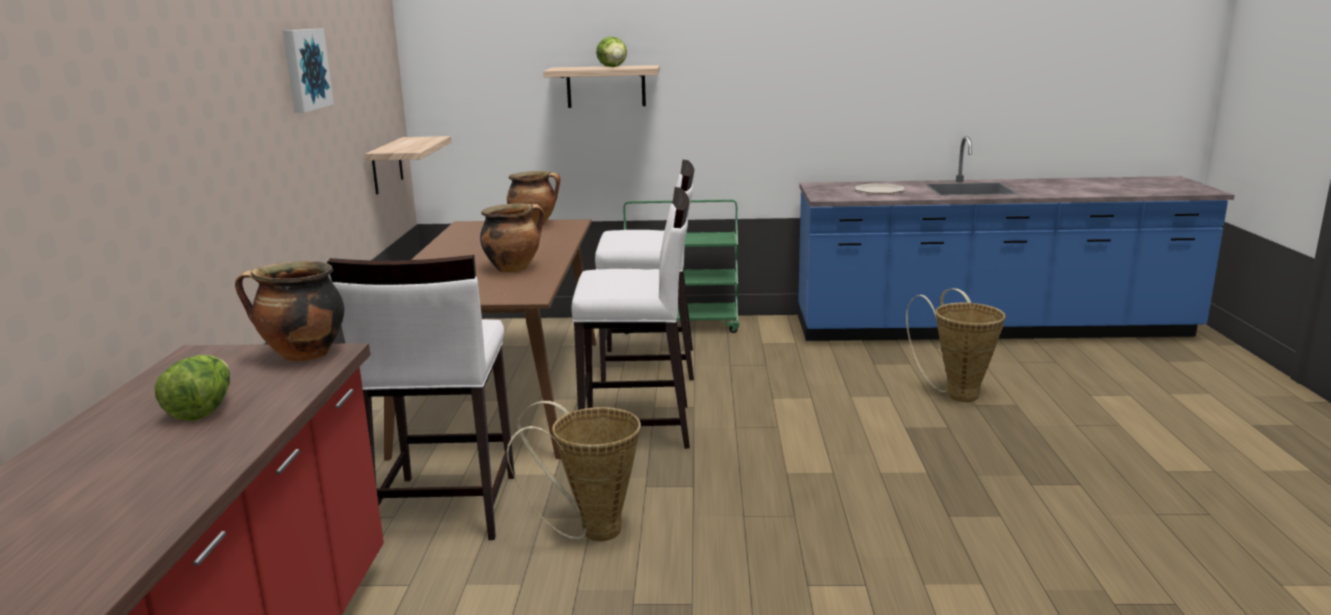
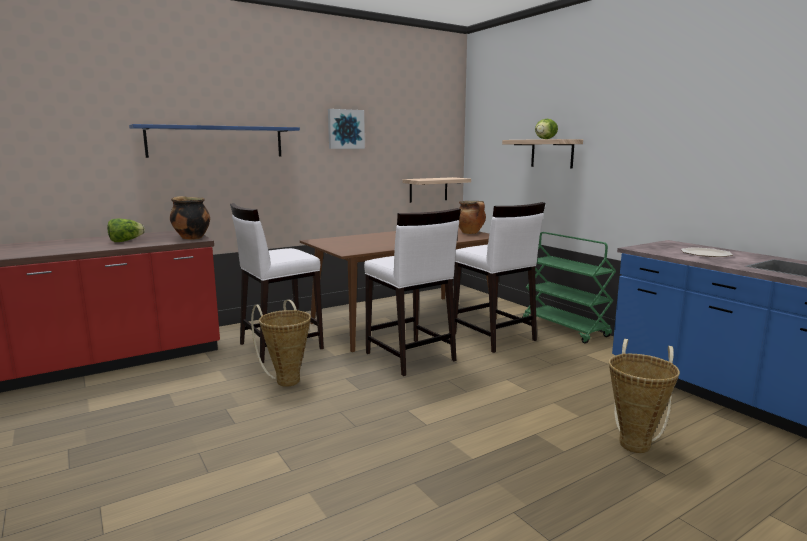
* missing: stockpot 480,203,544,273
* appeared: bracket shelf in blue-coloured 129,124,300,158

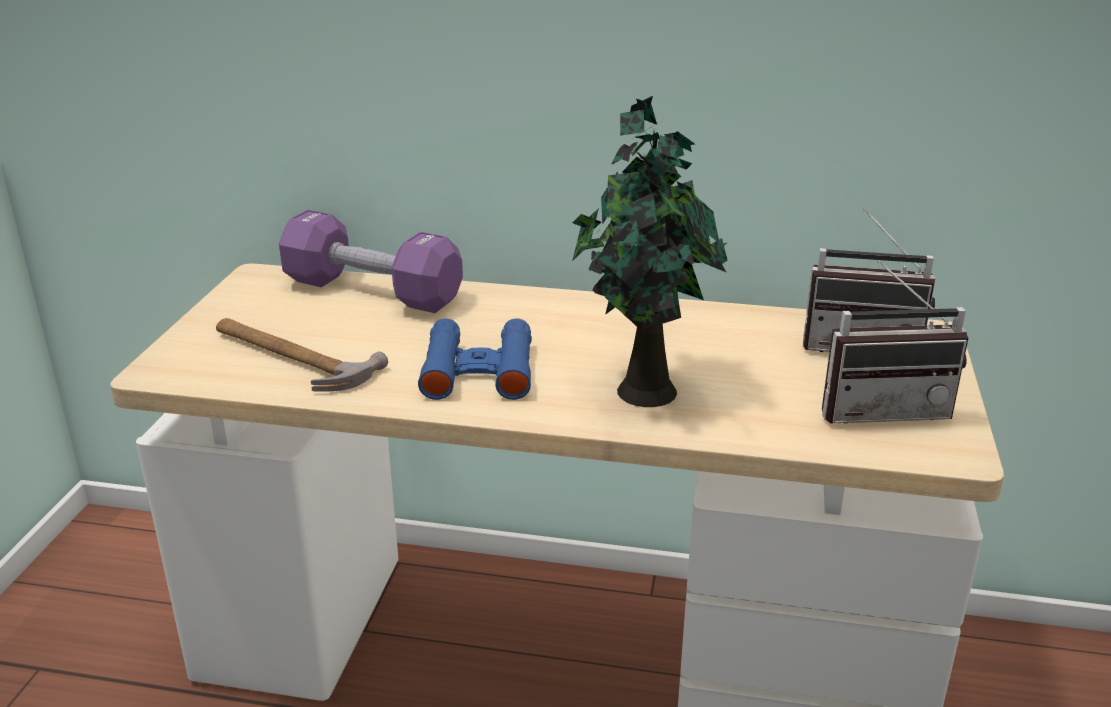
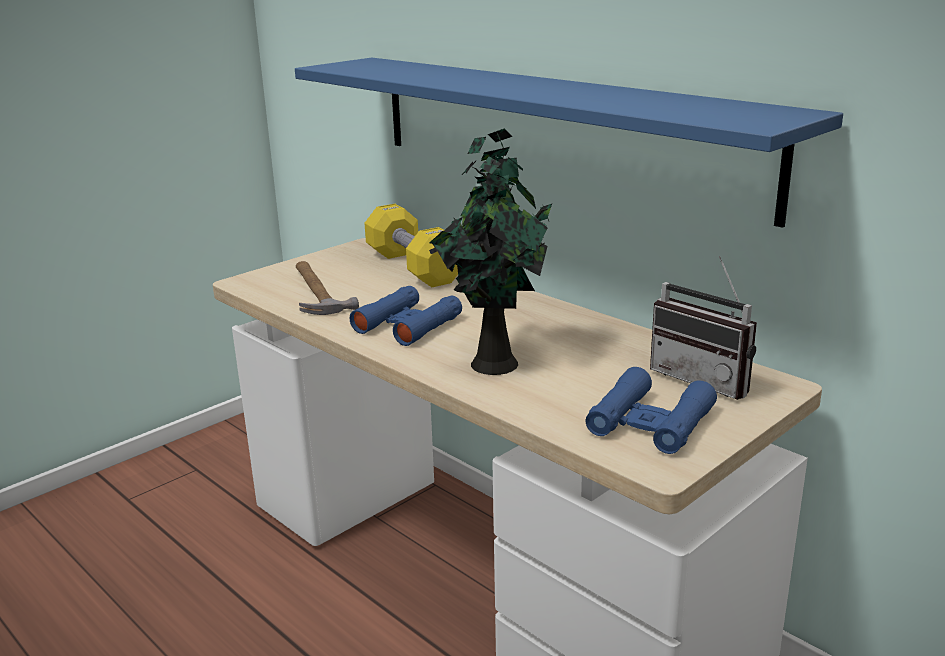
* colour: hand weight in purple 279,210,463,313 to hand weight in yellow 364,204,458,287
* exchanged: radio 822,260,968,424 to pair of binoculars in blue-coloured 586,367,717,454
* appeared: bracket shelf in blue-coloured 295,58,843,228

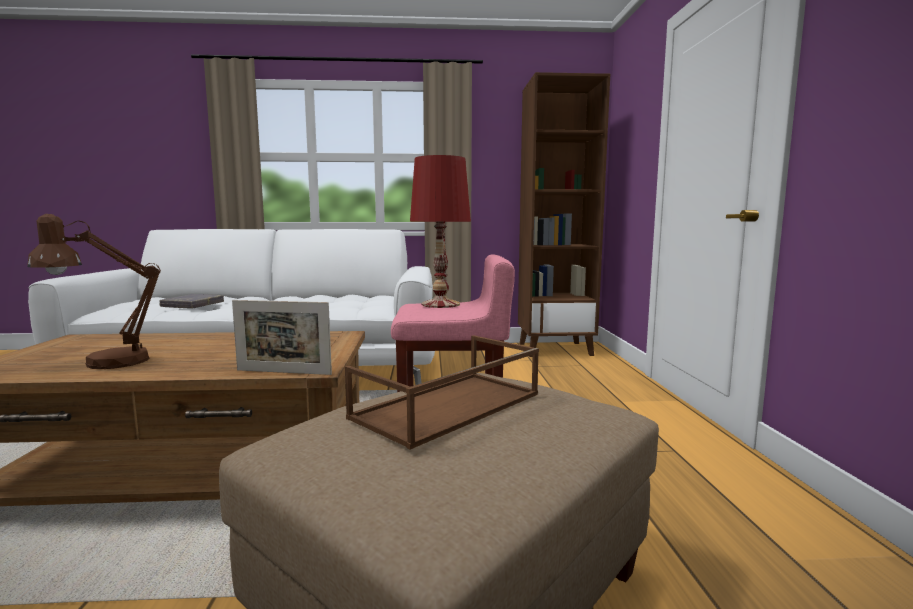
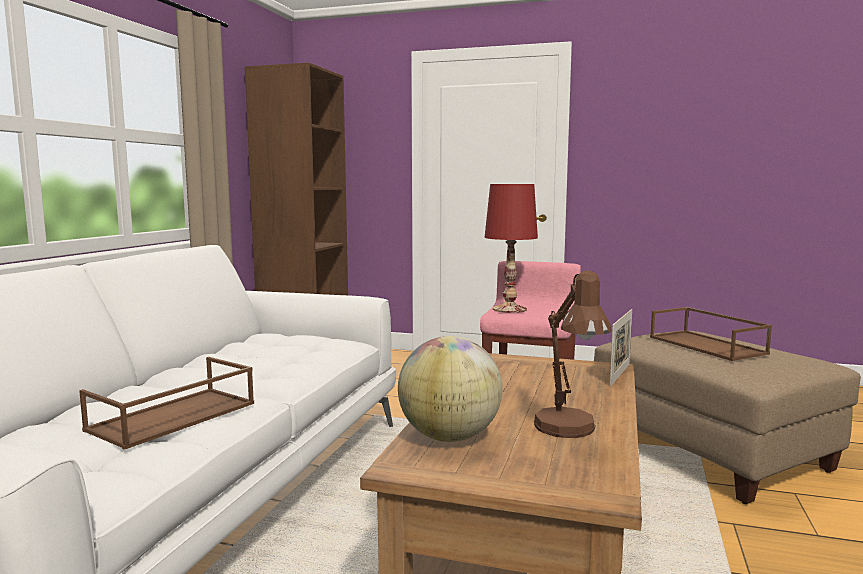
* exchanged: bound book in gray 159,294,224,308 to serving tray in brownish 79,357,254,450
* appeared: world globe 398,336,502,442

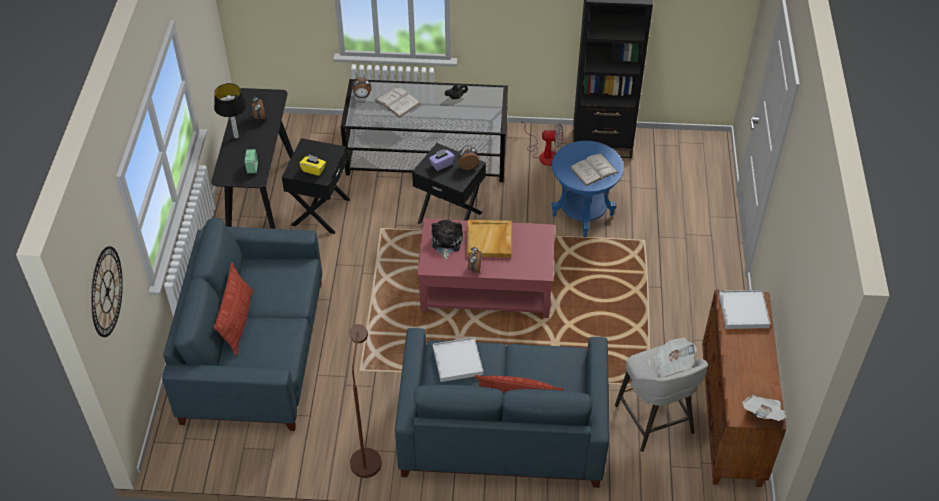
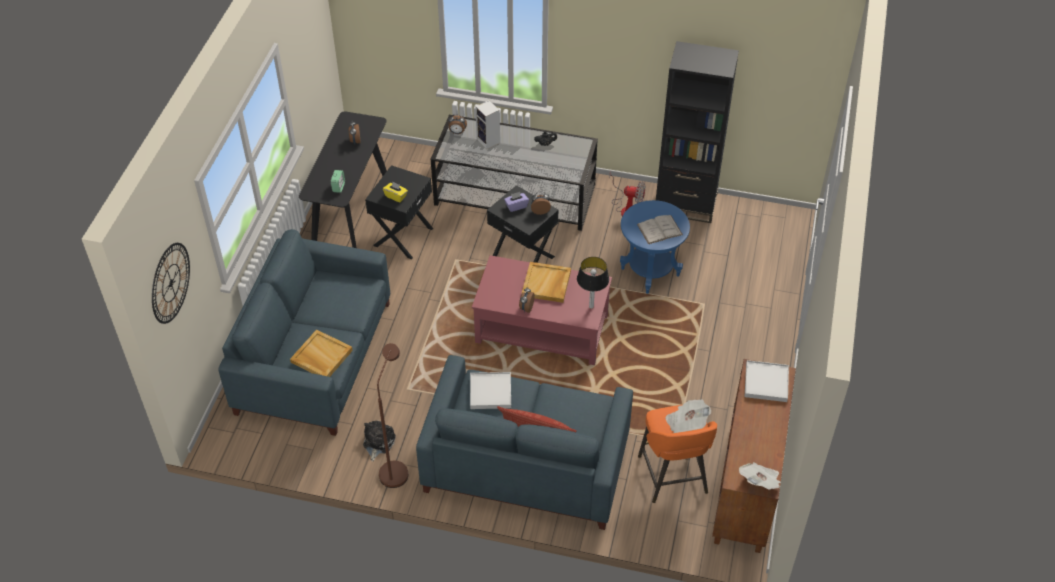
* relocated: tabletop lamp 214,83,247,139 to 577,257,609,309
* exchanged: bound book in whitish 375,86,421,117 to loudspeaker 475,100,500,149
* relocated: cuddly toy 431,220,463,260 to 363,420,396,461
* missing: pillow 214,263,253,356
* colour: sitting stool in gray 615,345,708,452 to sitting stool in orange-coloured 638,405,717,503
* appeared: serving tray in beige-coloured 290,329,353,377

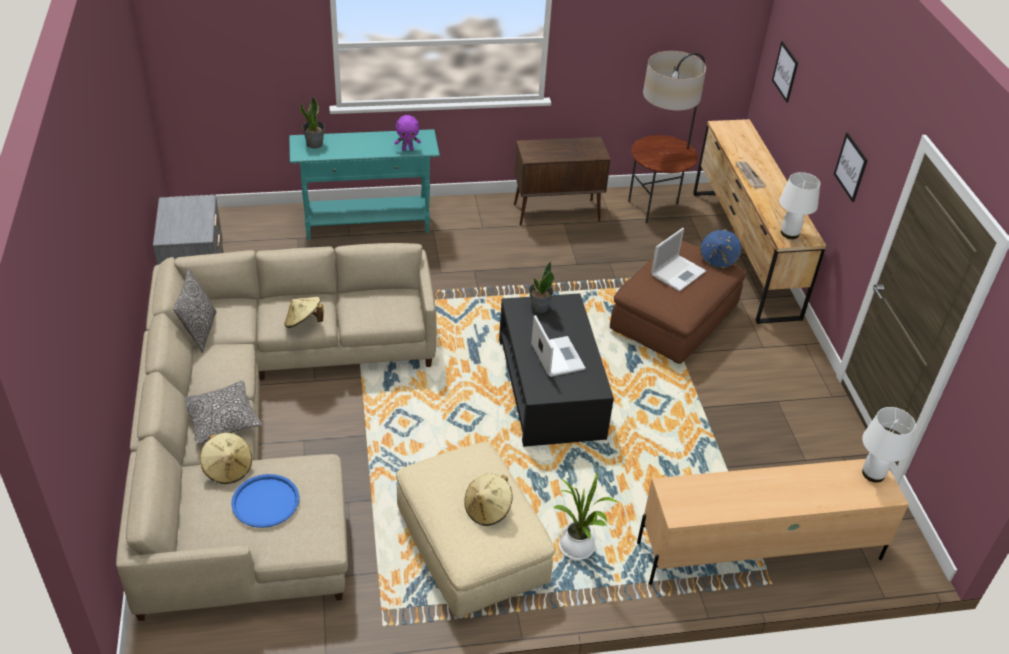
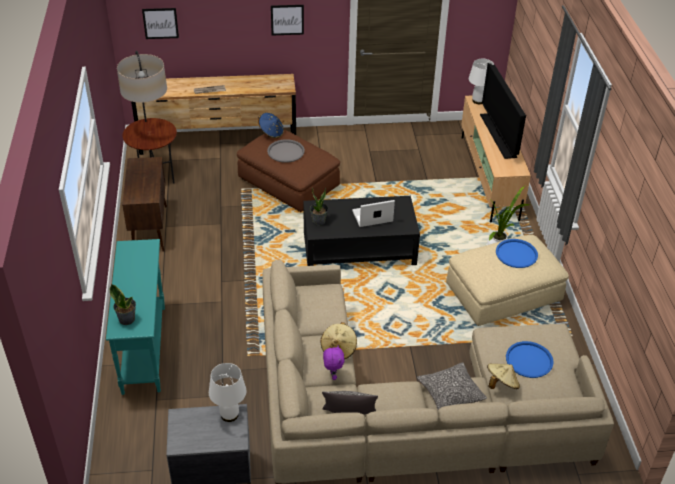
* relocated: cuddly toy in purple 395,115,421,151 to 323,345,345,380
* relocated: tabletop lamp in whitish 779,172,820,239 to 209,363,247,422
* exchanged: laptop 651,228,706,292 to serving tray in gray 267,139,305,163
* exchanged: hat in beige-coloured 465,473,513,526 to serving tray in blue-coloured 496,239,538,268
* appeared: TV 480,63,526,159

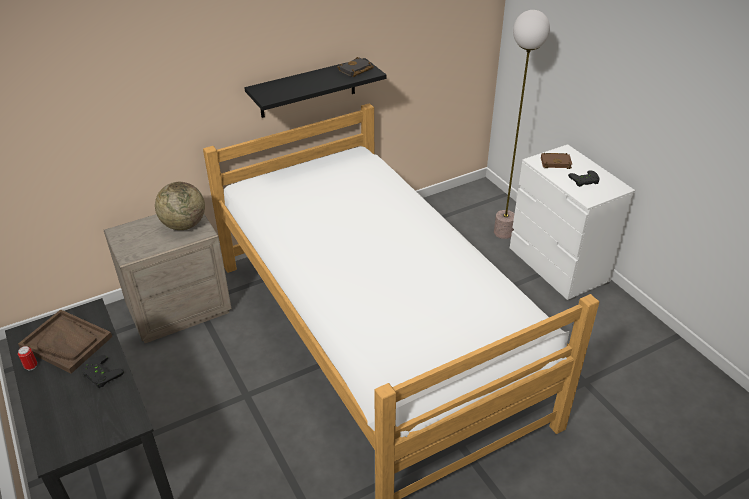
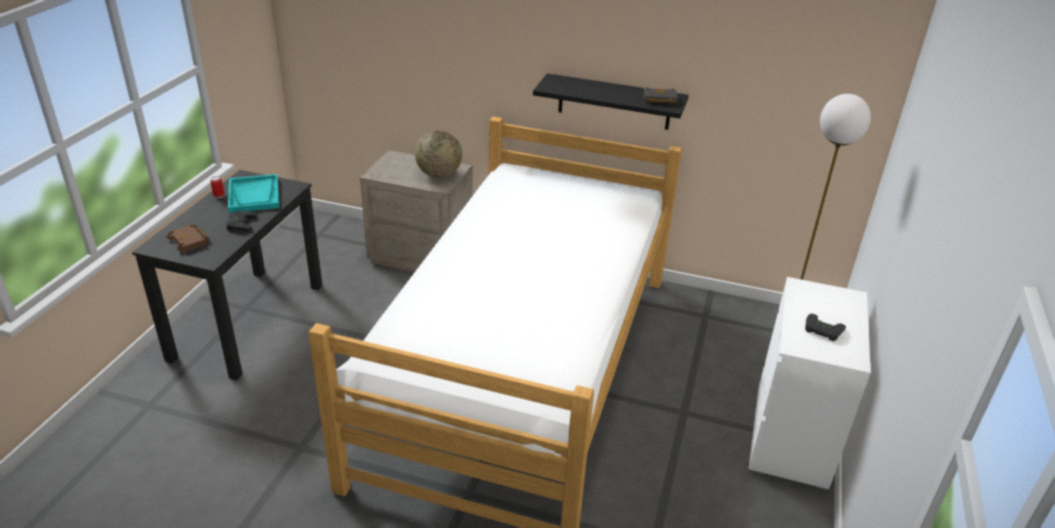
* relocated: bound book in brownish 541,153,572,169 to 166,224,210,252
* colour: serving tray in brownish 18,309,112,374 to serving tray in blue-green 228,174,279,213

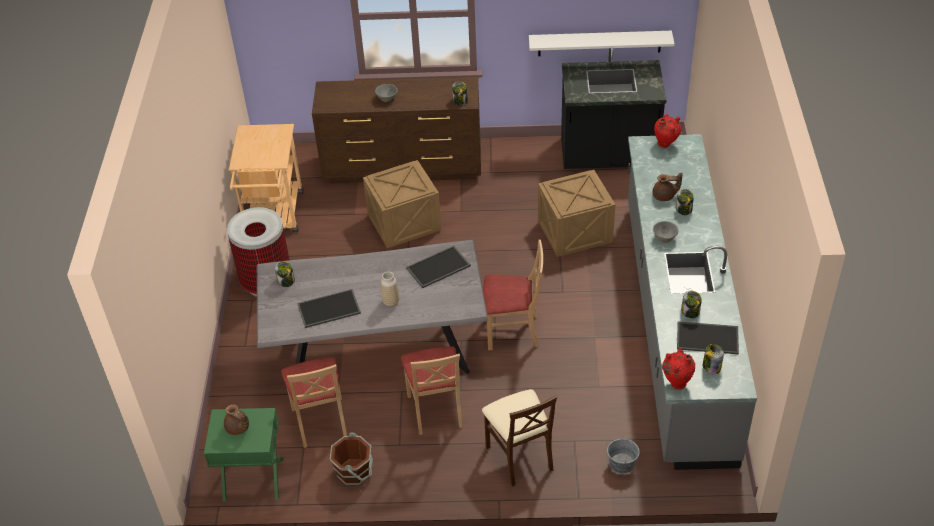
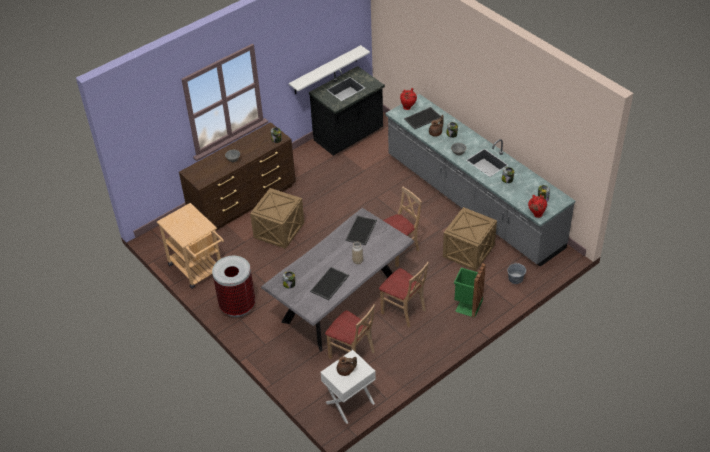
* relocated: packing crate 538,170,616,257 to 443,207,497,271
* relocated: serving tray 677,321,739,354 to 404,107,441,129
* exchanged: chair in beige-coloured 482,389,557,487 to waste bin in green-coloured 454,263,486,318
* colour: nightstand in green-coloured 204,408,284,501 to nightstand in whitish 320,350,376,424
* missing: water bucket in brownish 330,432,373,485

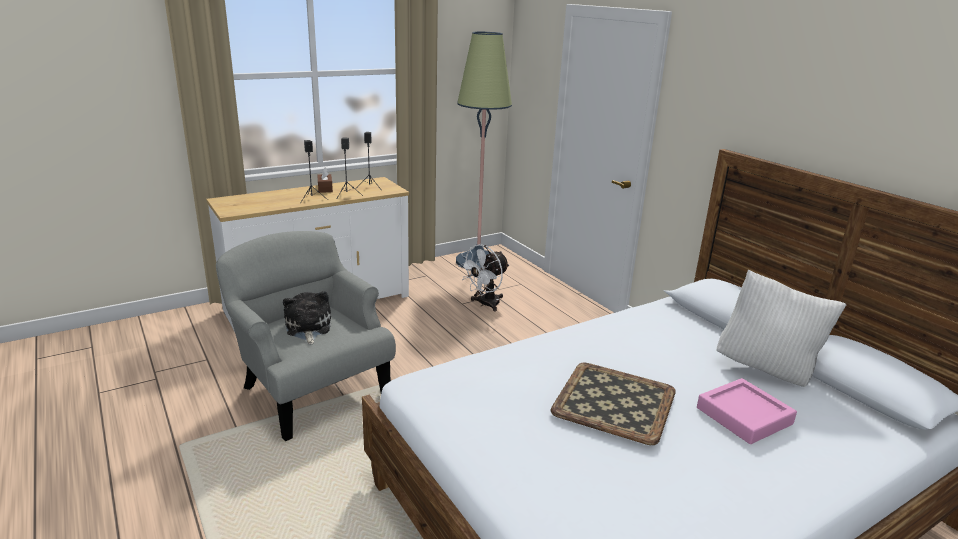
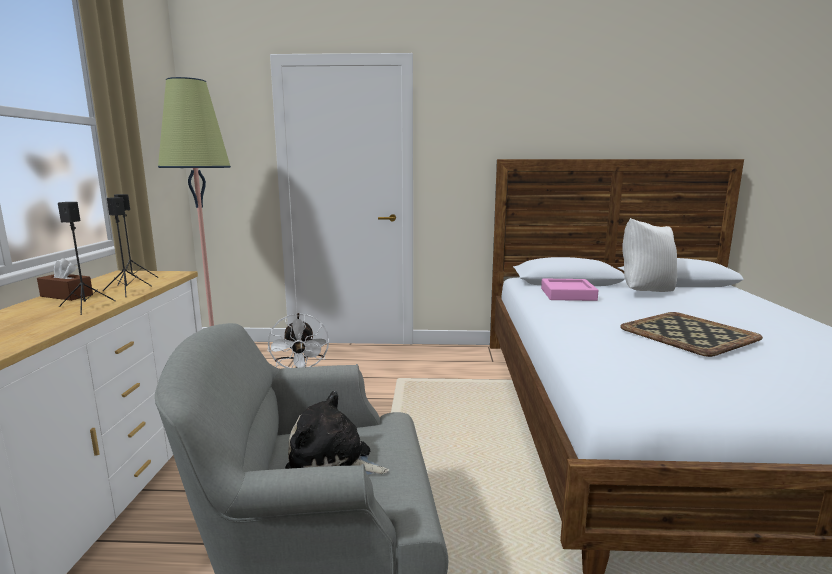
* relocated: serving tray in pinkish 697,378,797,444 to 541,279,599,301

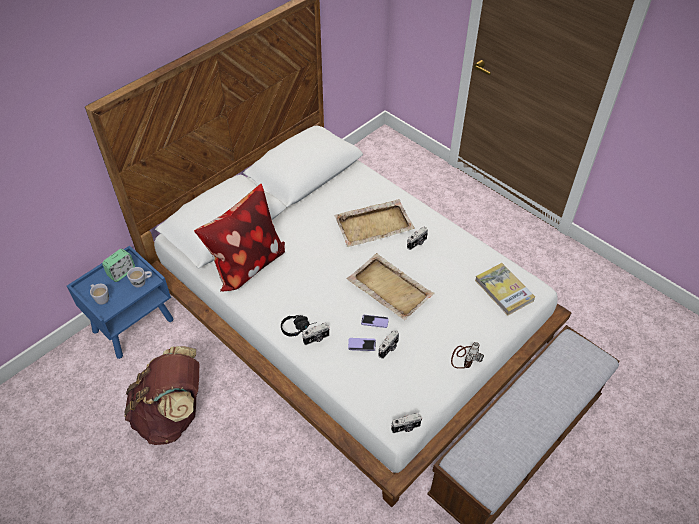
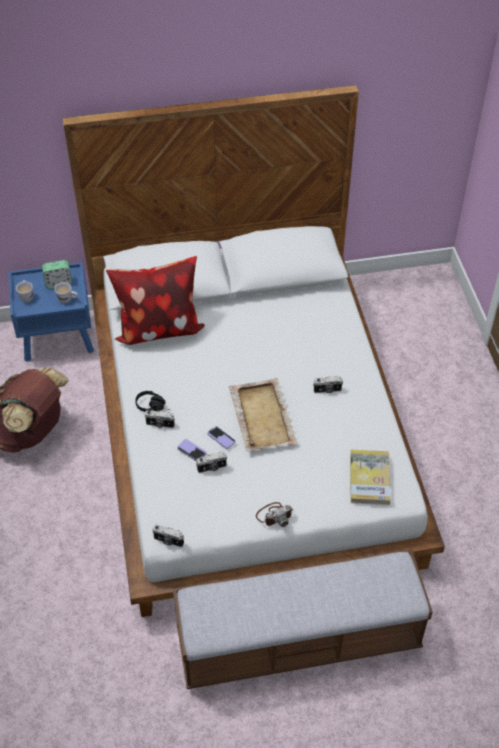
* missing: serving tray in beige-coloured 334,199,415,247

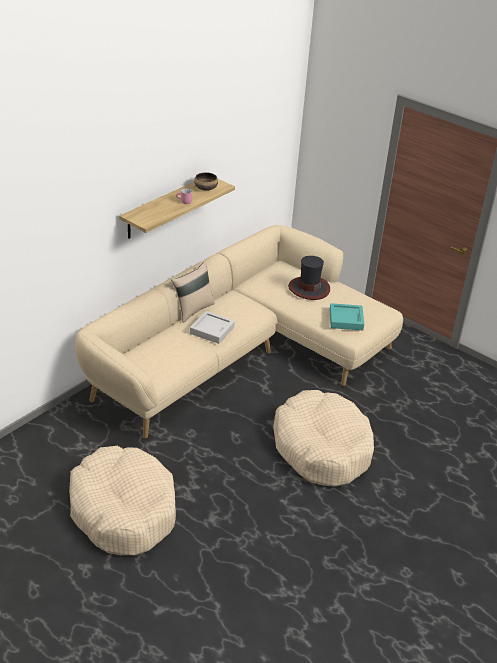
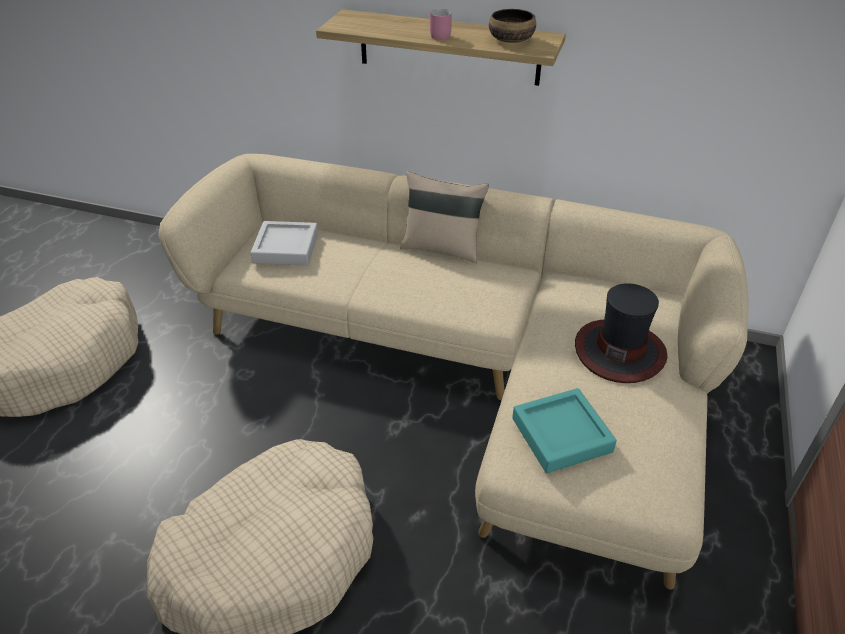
* relocated: serving tray in gray 190,311,235,344 to 250,221,318,266

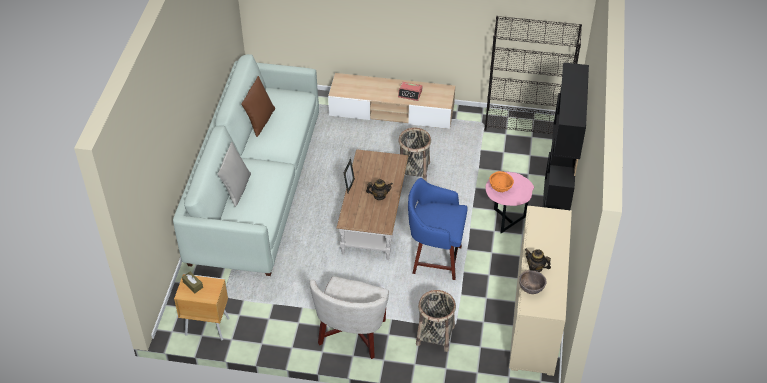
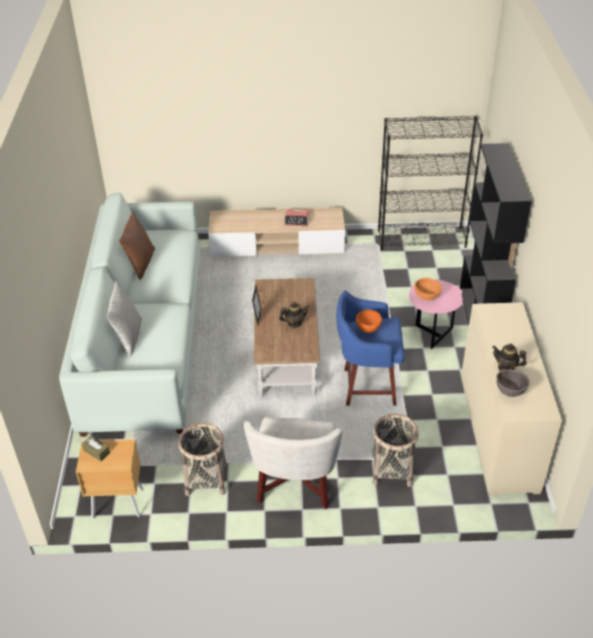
* relocated: household basket 399,128,431,181 to 178,423,227,496
* appeared: serving bowl in orange-coloured 356,310,382,333

